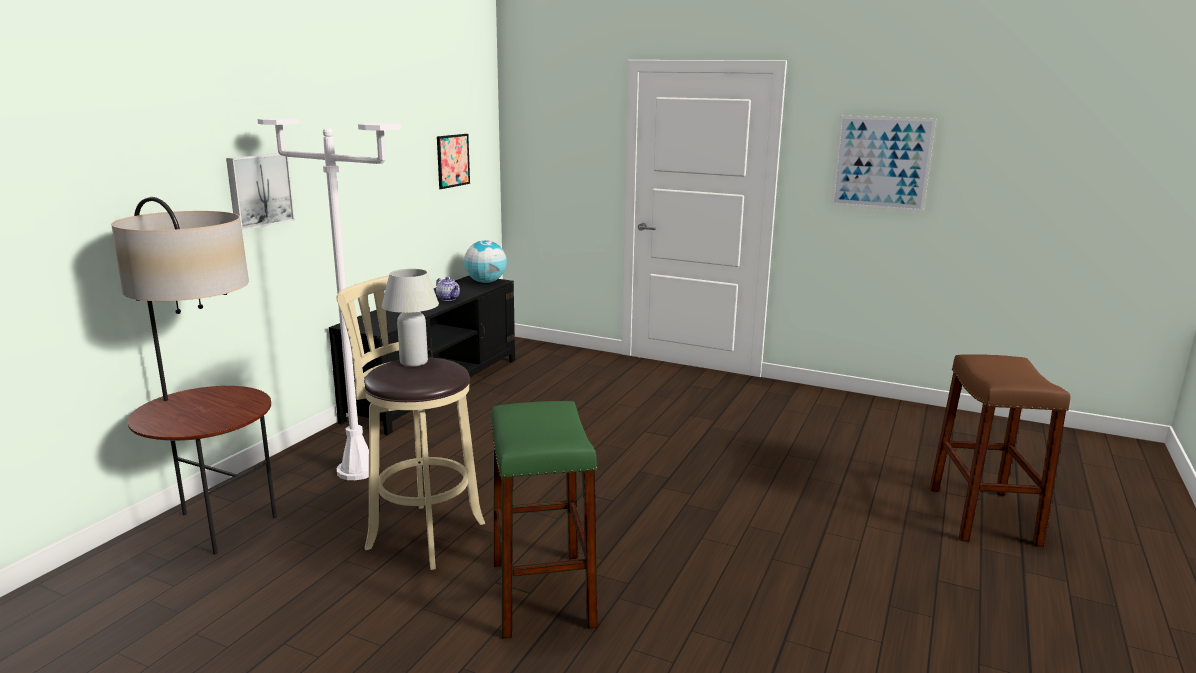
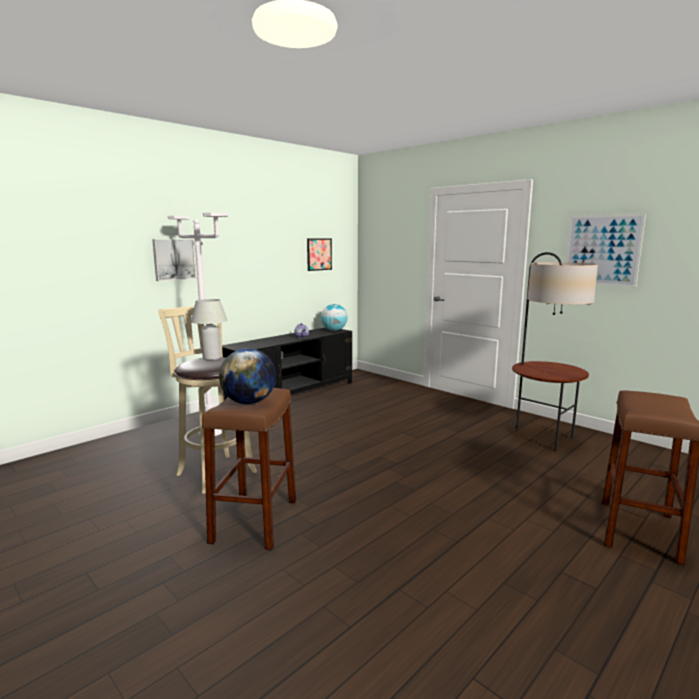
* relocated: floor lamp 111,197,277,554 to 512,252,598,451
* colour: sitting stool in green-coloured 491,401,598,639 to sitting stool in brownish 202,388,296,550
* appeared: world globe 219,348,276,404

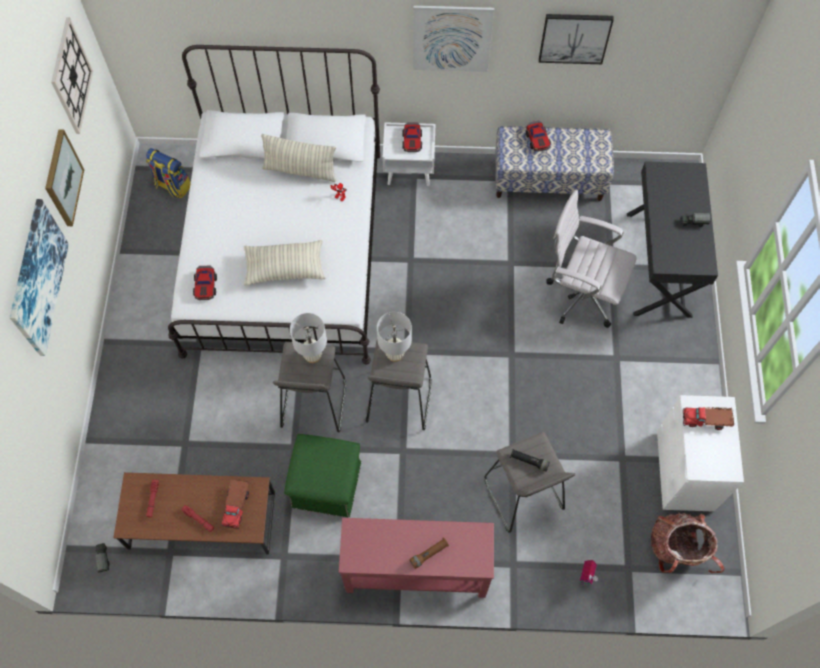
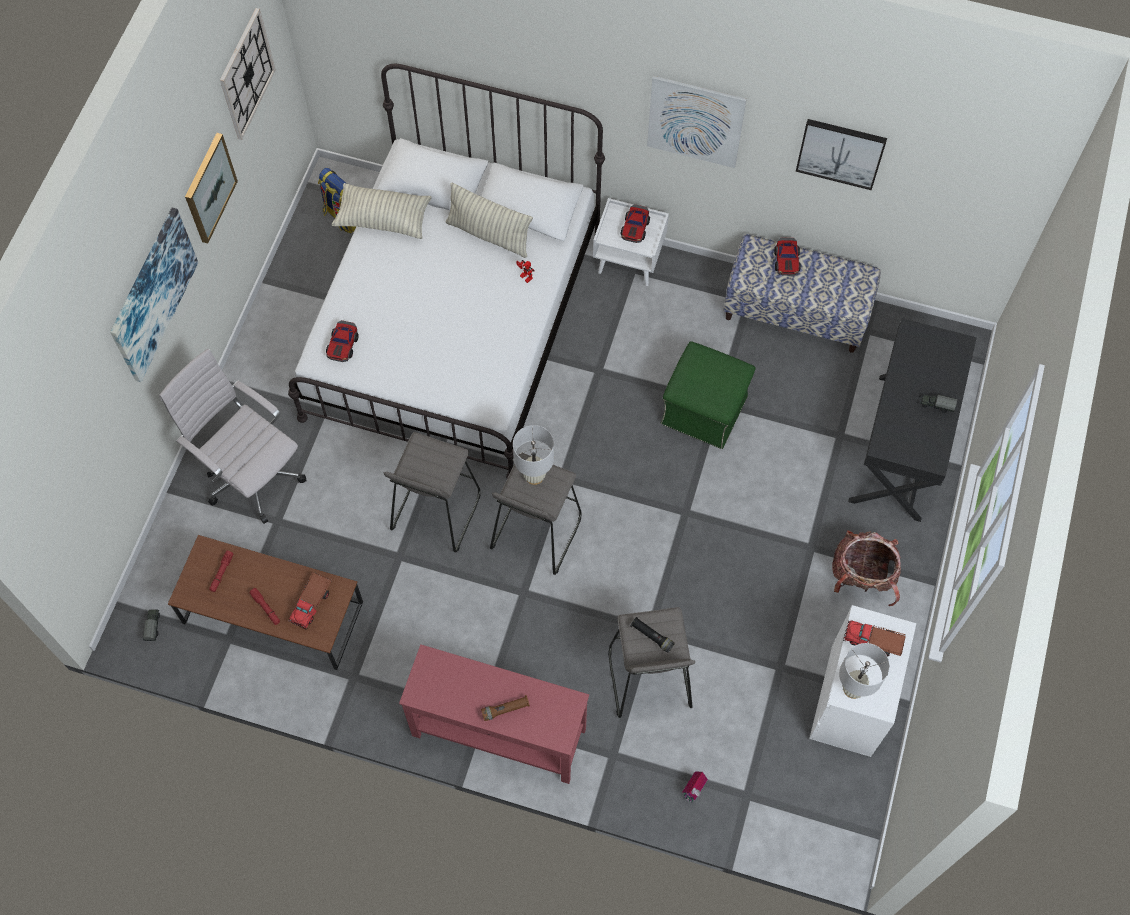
* relocated: desk chair in whitish 546,190,637,328 to 159,349,307,524
* relocated: pillow 244,240,325,286 to 332,183,432,239
* relocated: tabletop lamp in whitish 290,313,327,363 to 839,643,890,699
* relocated: ottoman in green-coloured 284,434,361,518 to 661,341,755,449
* relocated: rucksack 651,512,725,573 to 832,530,901,606

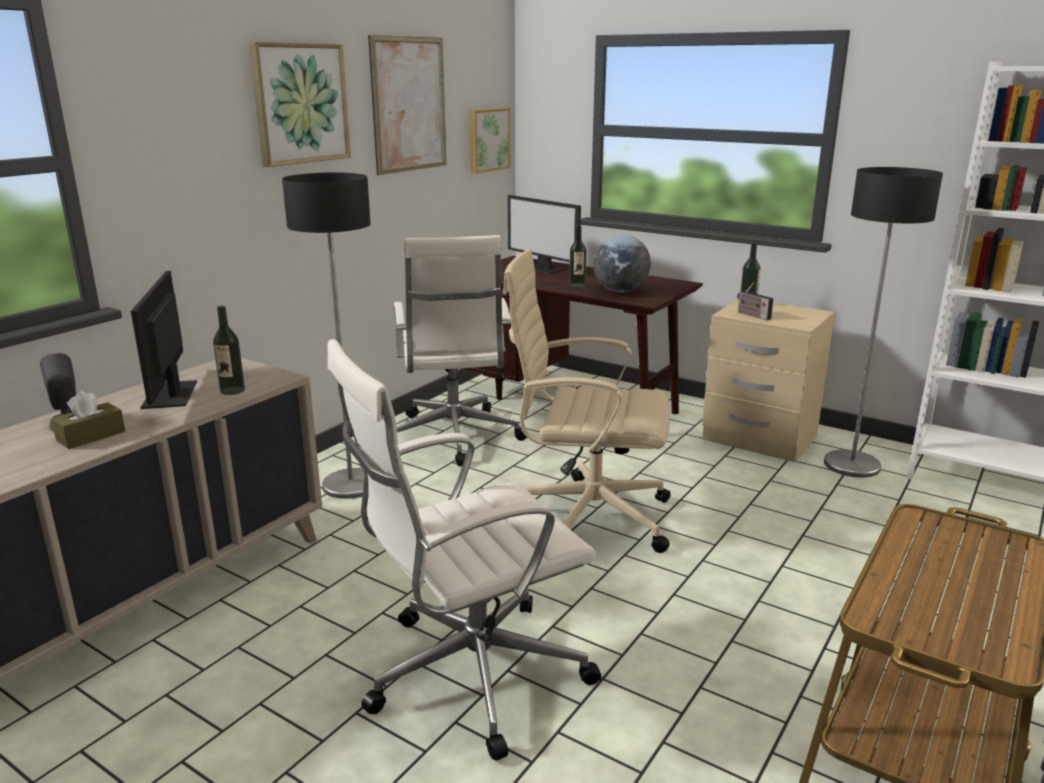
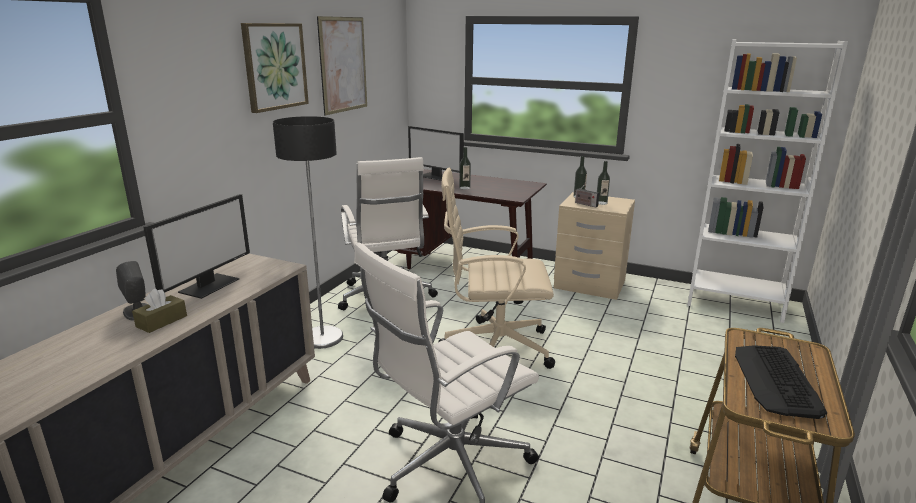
* missing: wall picture 469,108,510,173
* missing: floor lamp 824,167,943,478
* missing: world globe 593,235,651,293
* spun: computer screen 131,271,197,409 = 143,194,250,299 135 degrees counterclockwise
* relocated: beverage bottle 213,305,245,395 to 597,161,610,205
* appeared: keyboard 735,345,827,419

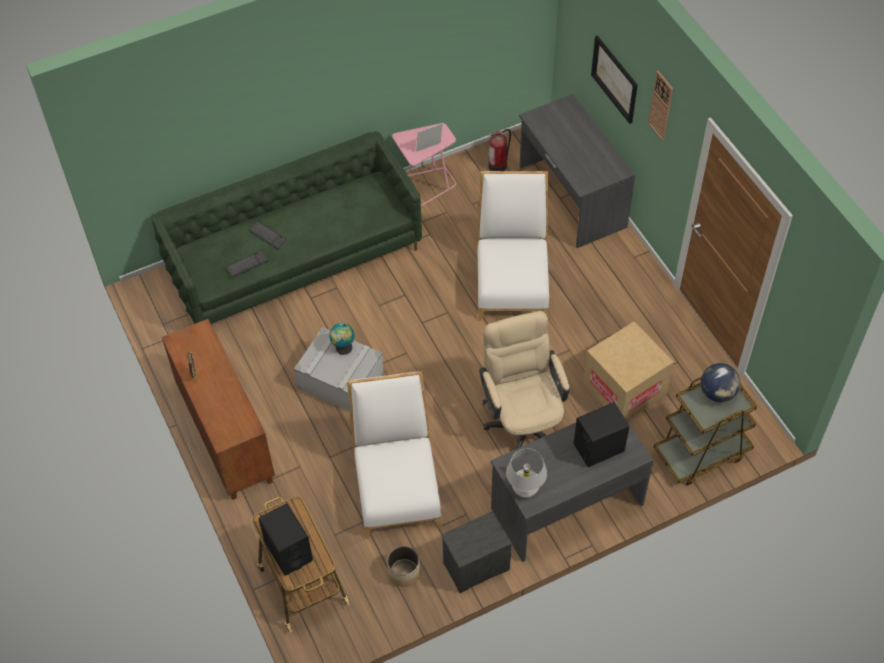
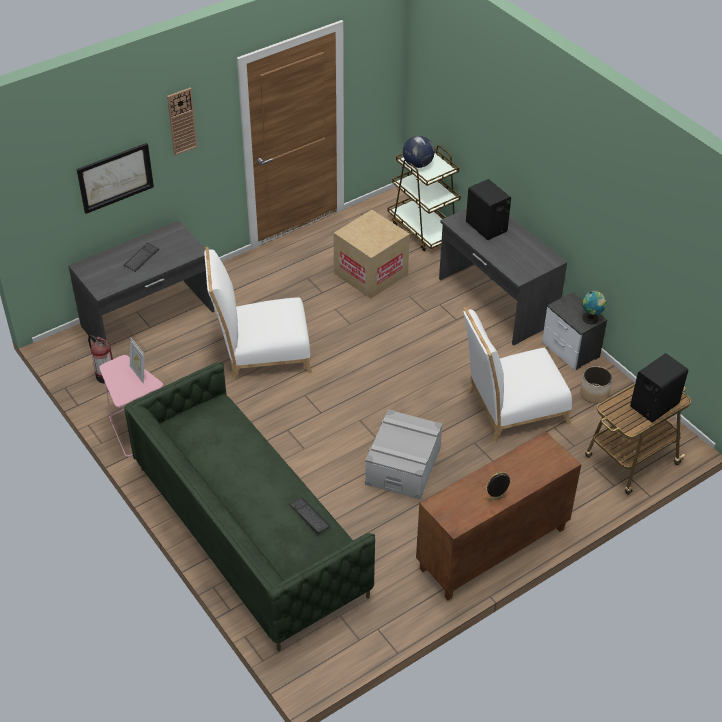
* relocated: keyboard 248,220,287,250 to 124,243,159,272
* missing: desk chair in beige-coloured 479,311,570,449
* relocated: world globe 329,323,354,355 to 582,291,607,324
* missing: tabletop lamp in whitish 506,448,547,498

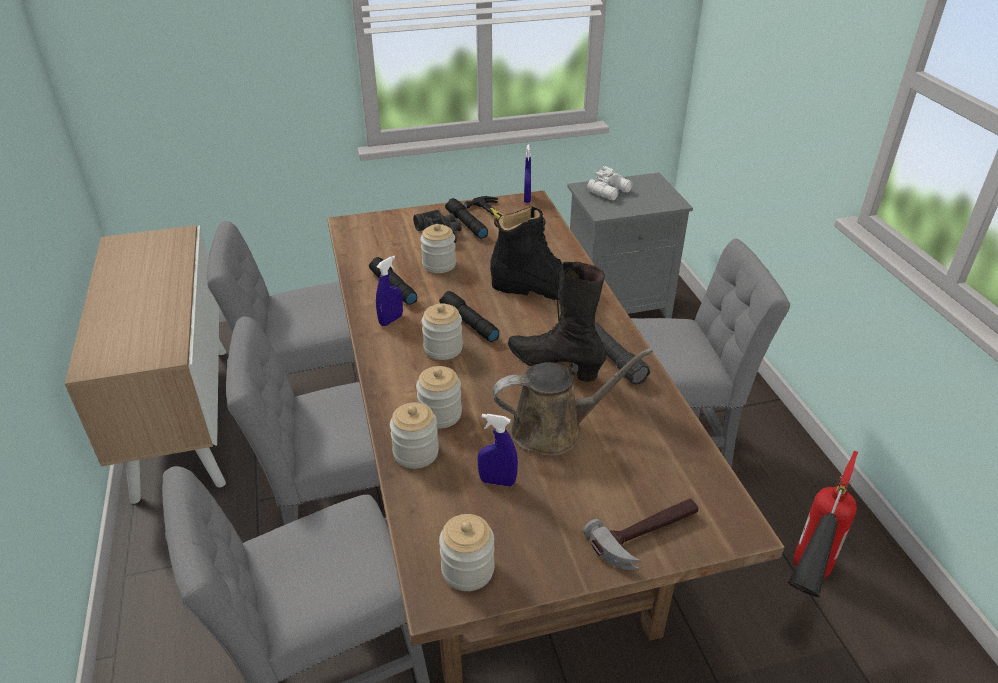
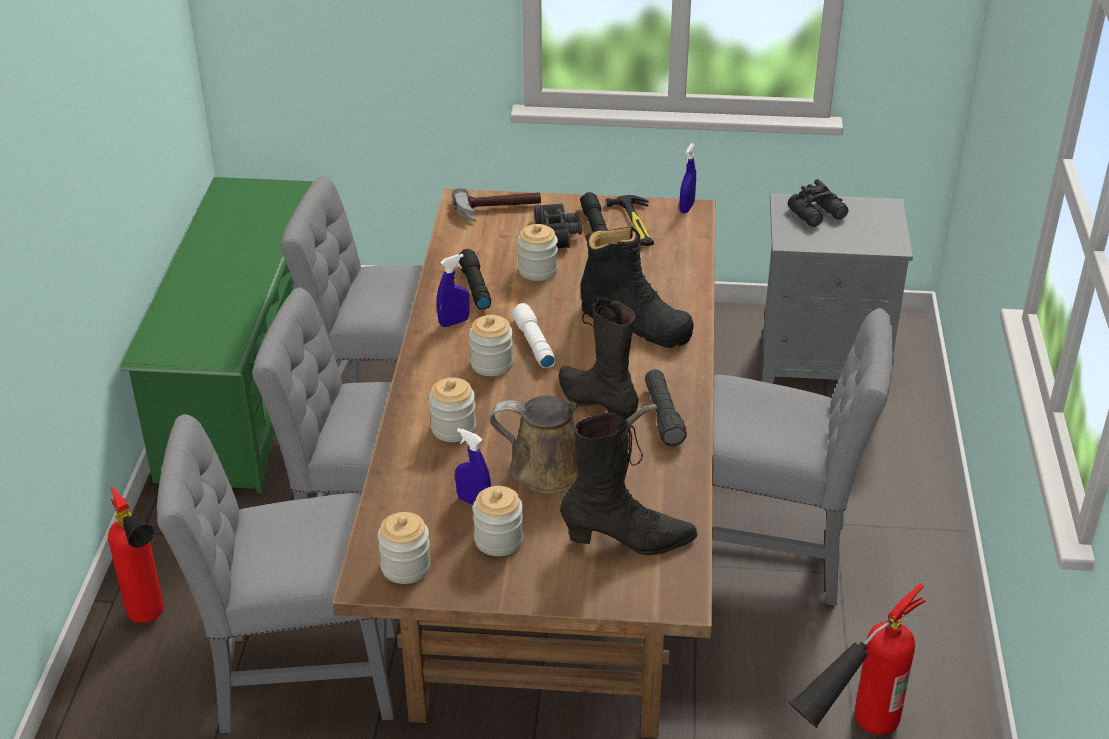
* colour: pair of binoculars in whitish 587,166,632,200 to pair of binoculars in black-coloured 788,179,848,227
* exchanged: cupboard 65,225,226,504 to shoe rack in green-coloured 120,177,315,493
* colour: hand torch in black-coloured 439,291,499,342 to hand torch in whitish 512,303,555,368
* relocated: jar 390,403,439,469 to 473,486,524,556
* relocated: hand hammer 583,498,698,571 to 452,187,541,222
* appeared: tall boot in black-coloured 560,412,698,555
* appeared: extinguisher 108,487,164,623

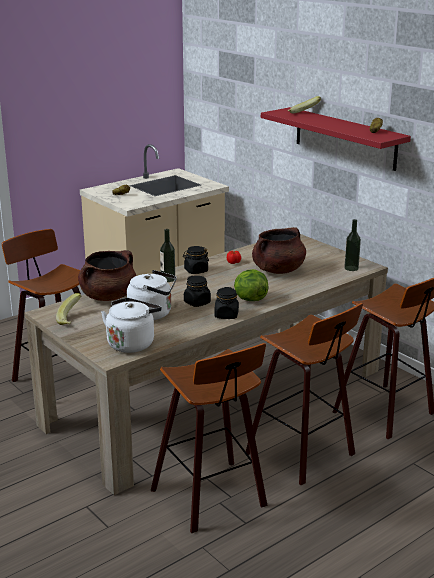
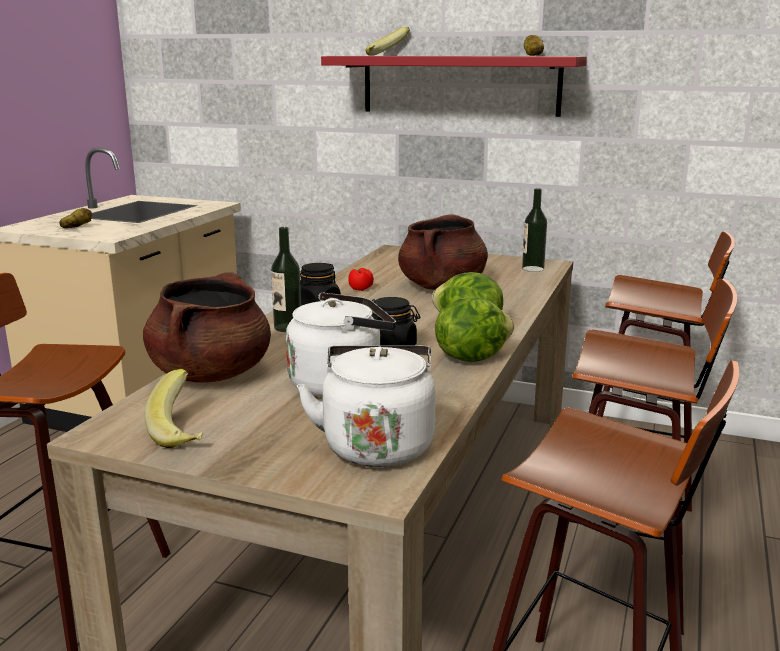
* exchanged: jar in black-coloured 214,287,239,319 to lettuce head 435,297,514,362

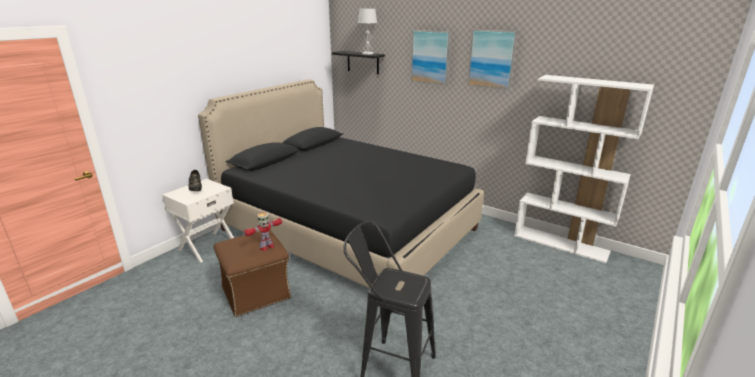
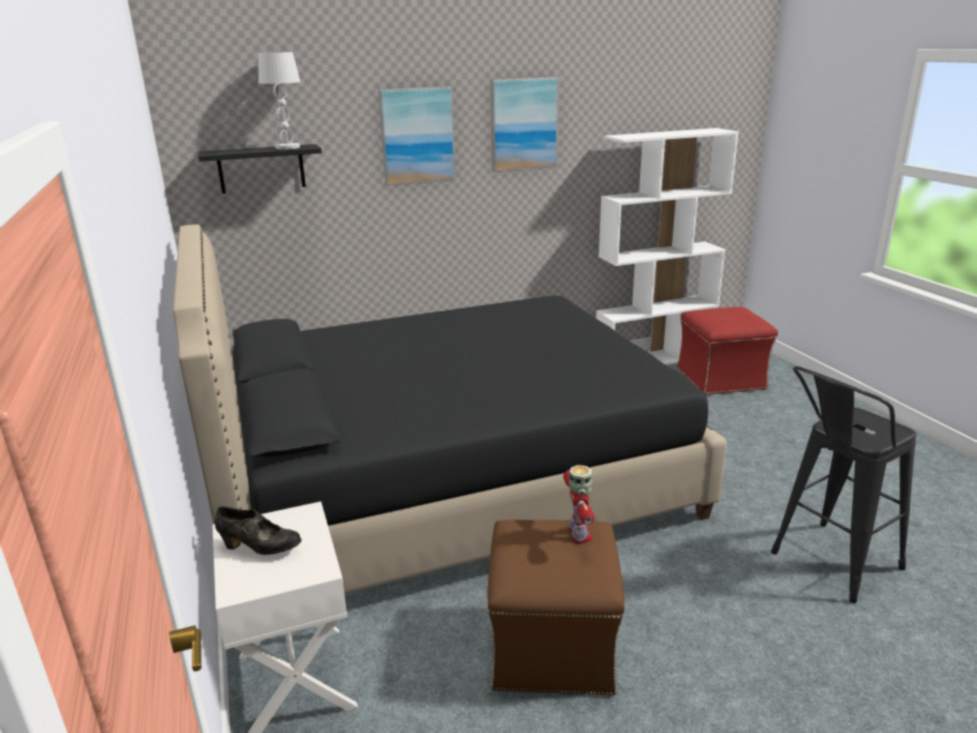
* appeared: ottoman in red-coloured 677,307,778,395

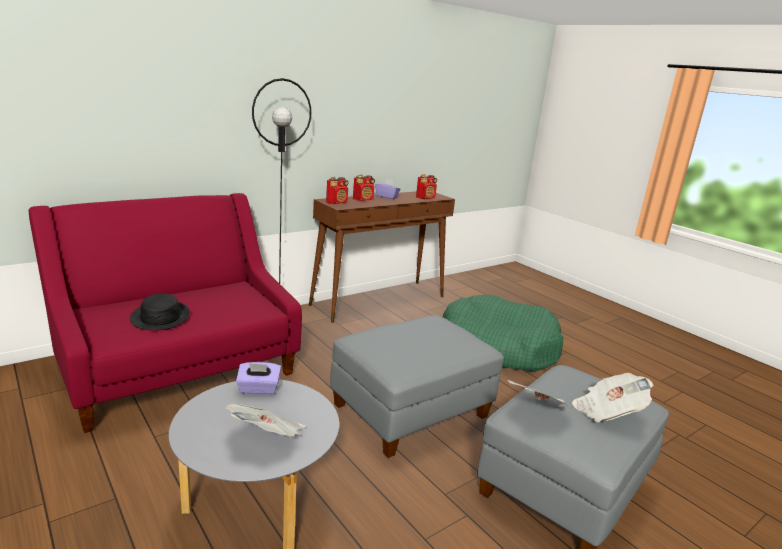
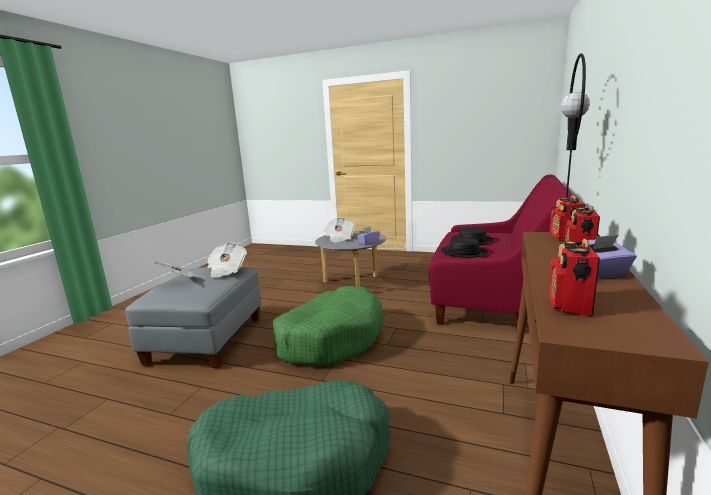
* exchanged: ottoman in gray 330,315,504,458 to dog bed in green-coloured 273,286,384,366
* appeared: hat in black-coloured 441,238,489,258

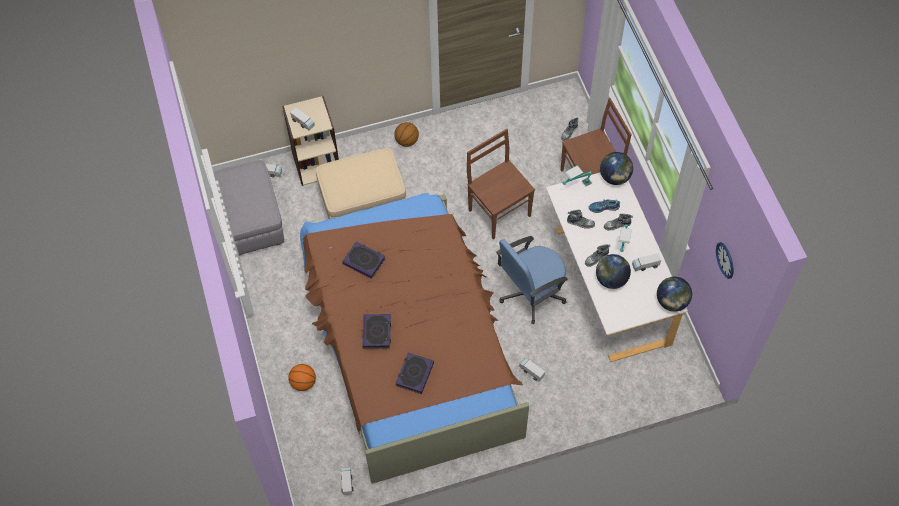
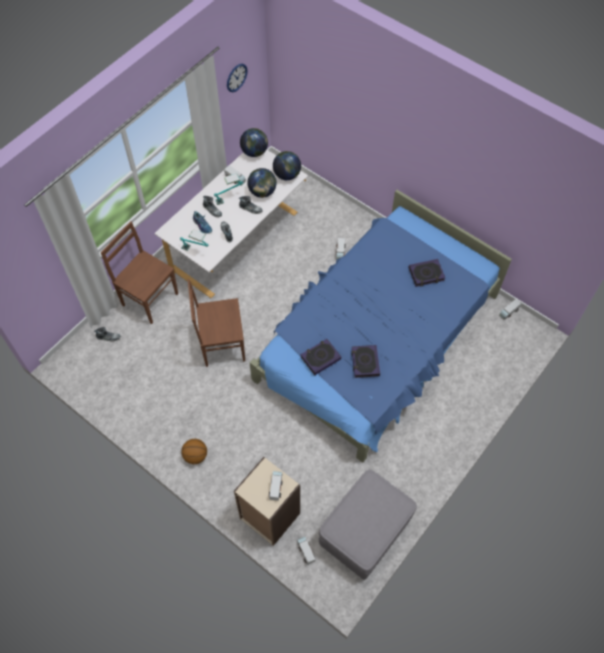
* spun: chair in brownish 467,129,535,239 = 188,279,245,367 60 degrees clockwise
* missing: ottoman in beige-coloured 316,148,406,219
* relocated: world globe 600,152,633,185 to 273,151,301,180
* colour: bed in brownish 300,193,529,484 to bed in blue-coloured 249,190,512,463
* missing: desk chair in blue-coloured 496,236,568,324
* relocated: bound book 362,314,391,349 to 300,339,341,375
* missing: ball for basketball 288,364,316,391

